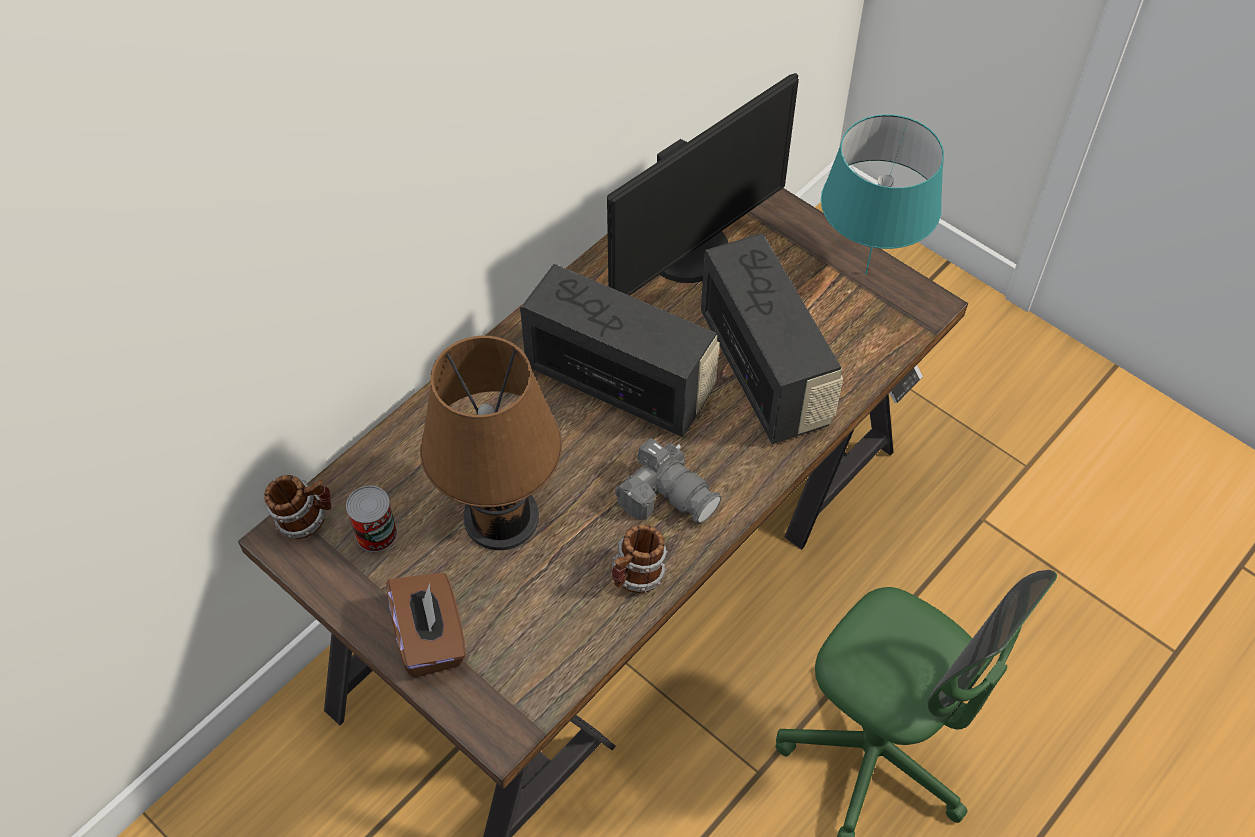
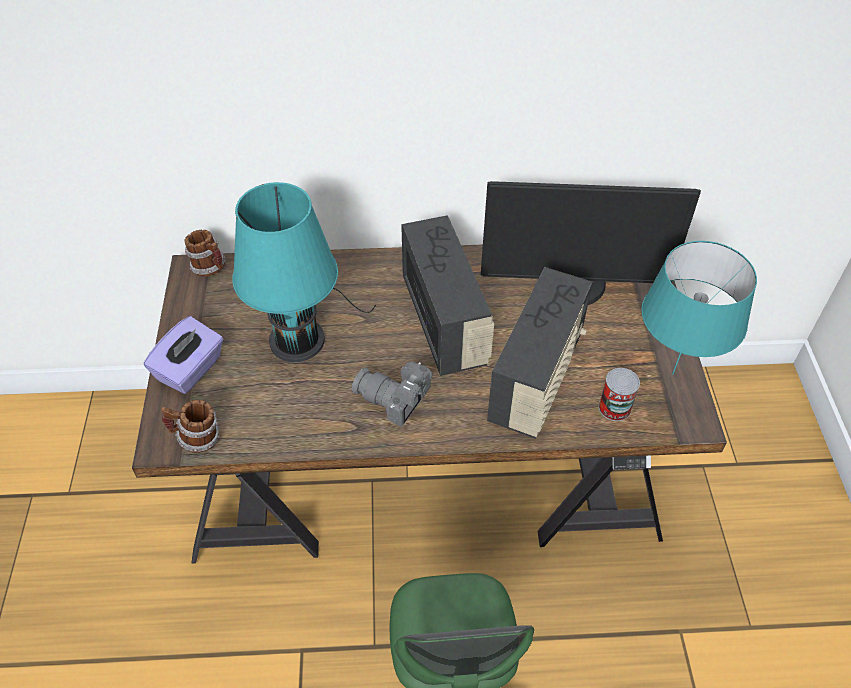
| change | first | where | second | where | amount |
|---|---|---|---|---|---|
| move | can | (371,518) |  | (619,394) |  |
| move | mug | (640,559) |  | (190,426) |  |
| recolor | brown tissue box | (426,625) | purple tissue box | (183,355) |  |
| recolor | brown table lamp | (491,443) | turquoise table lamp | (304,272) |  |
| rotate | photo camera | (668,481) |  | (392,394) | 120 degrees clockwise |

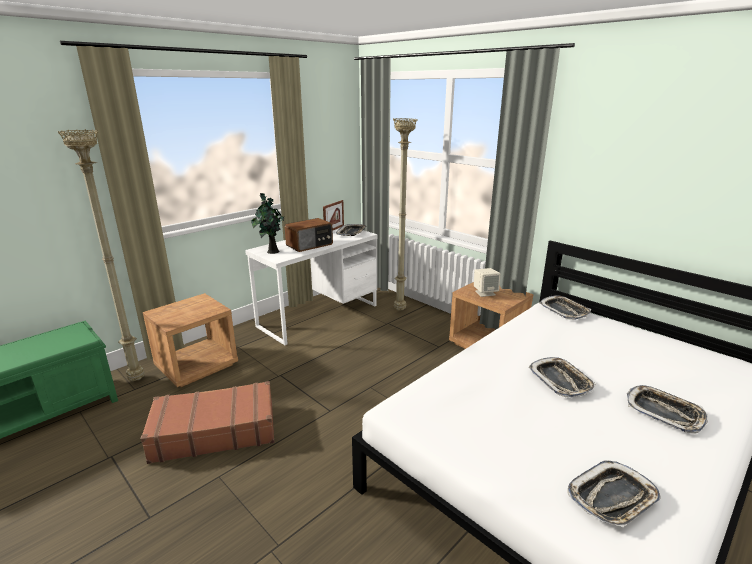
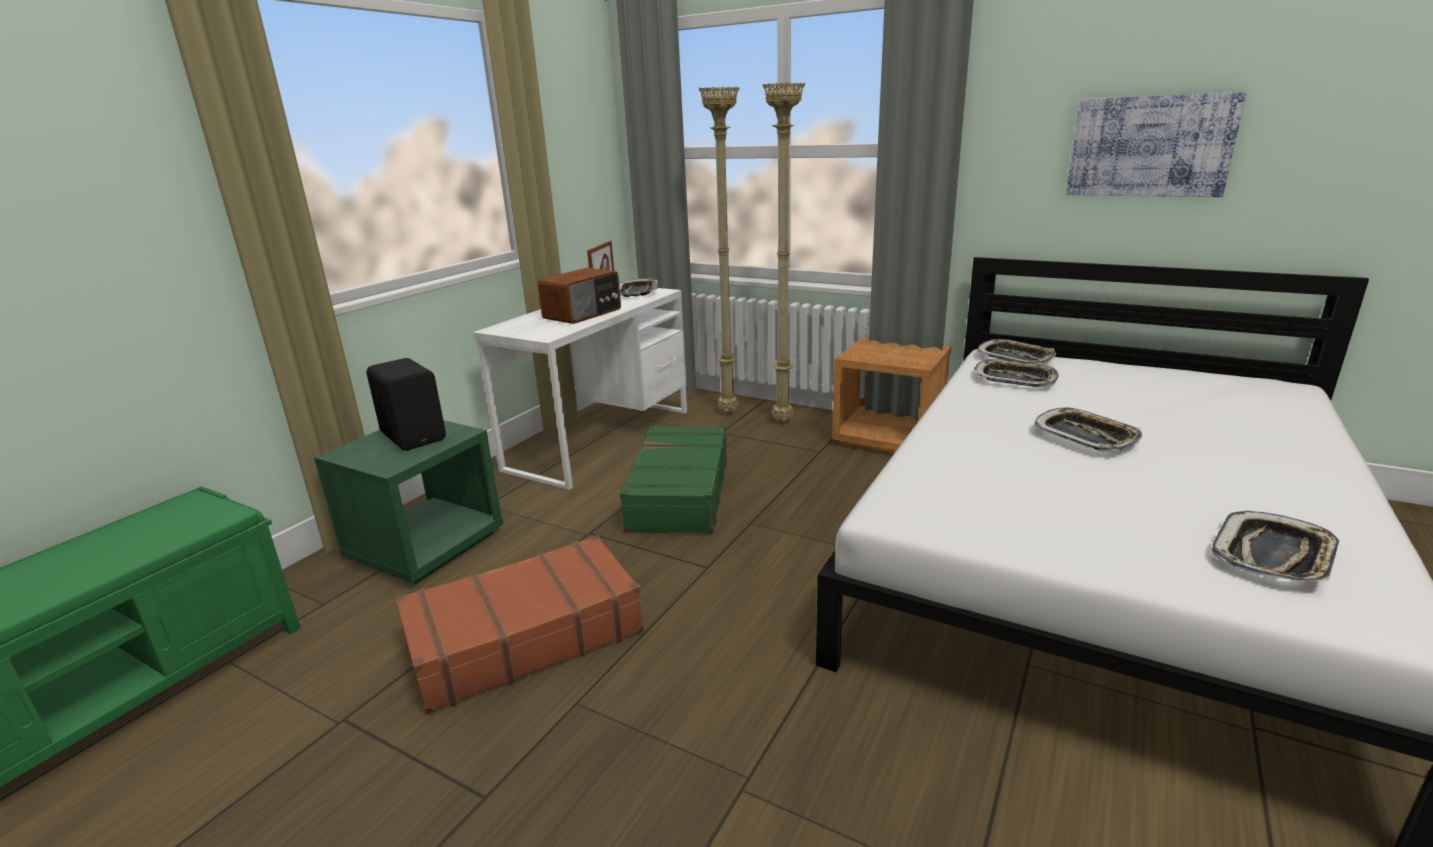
| change | first | where | second | where | amount |
|---|---|---|---|---|---|
| delete | potted plant | (267,223) |  |  |  |
| delete | beige speaker | (487,282) |  |  |  |
| insert |  |  | black speaker | (406,404) |  |
| insert |  |  | green suitcase | (672,480) |  |
| insert |  |  | picture | (1156,144) |  |
| move | beige floor lamp | (101,255) |  | (784,252) |  |
| move | tray | (667,409) |  | (1016,373) |  |
| recolor | brown nightstand | (190,340) | green nightstand | (408,502) |  |

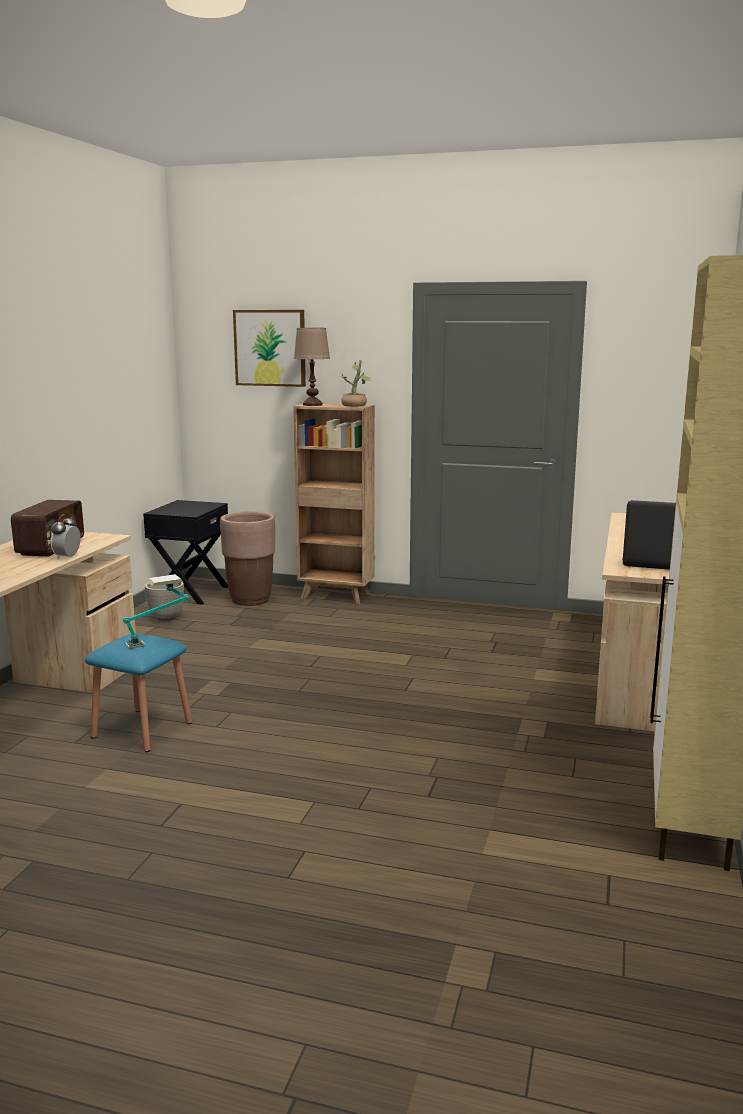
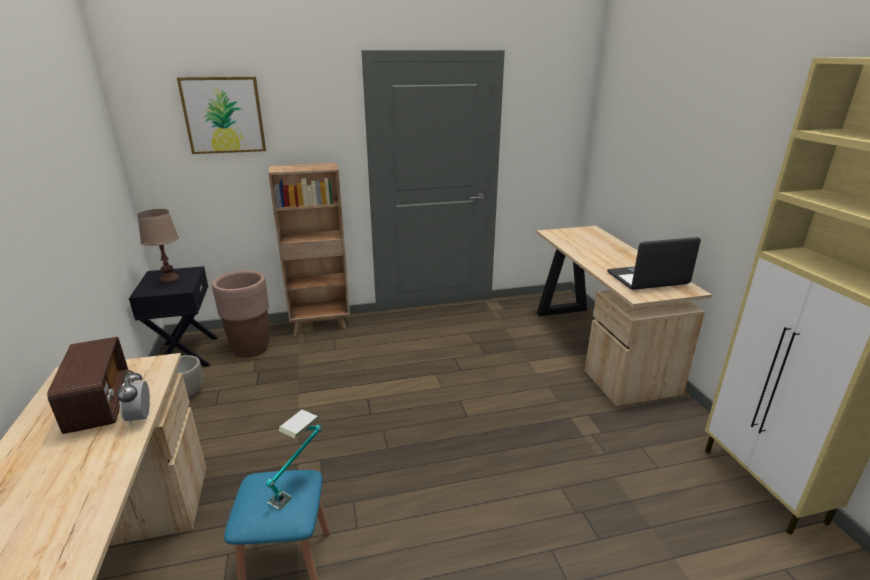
| change | first | where | second | where | amount |
|---|---|---|---|---|---|
| delete | potted plant | (356,383) |  |  |  |
| move | brown table lamp | (312,367) |  | (158,246) |  |

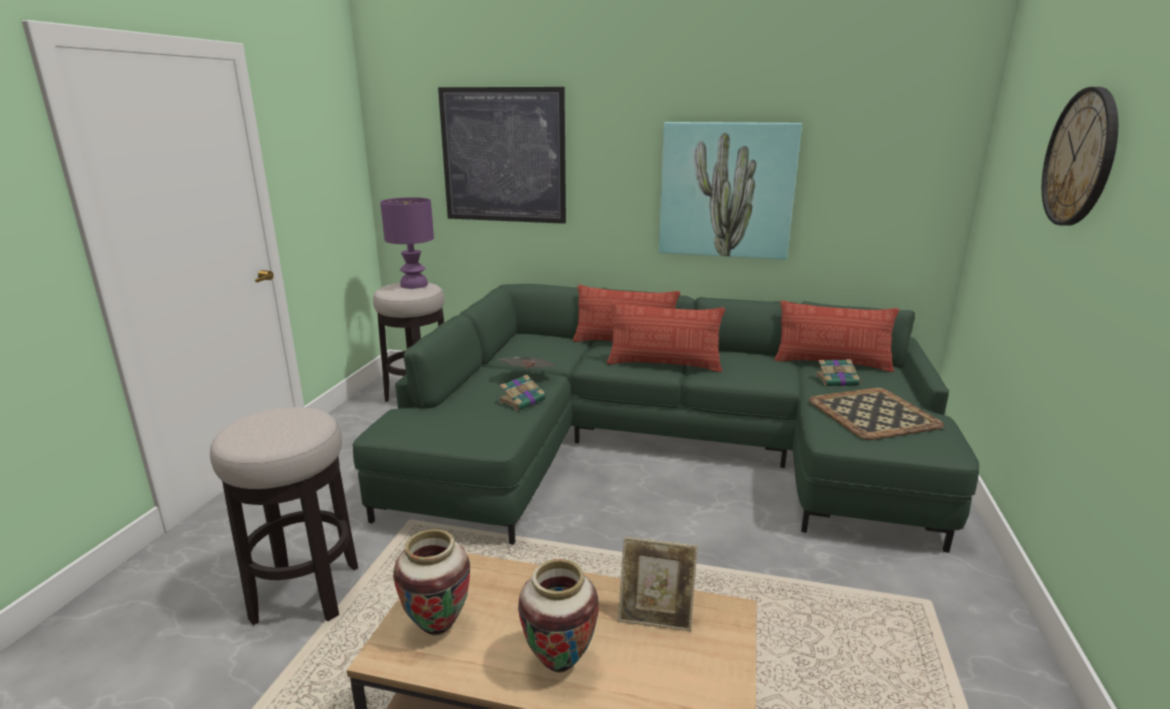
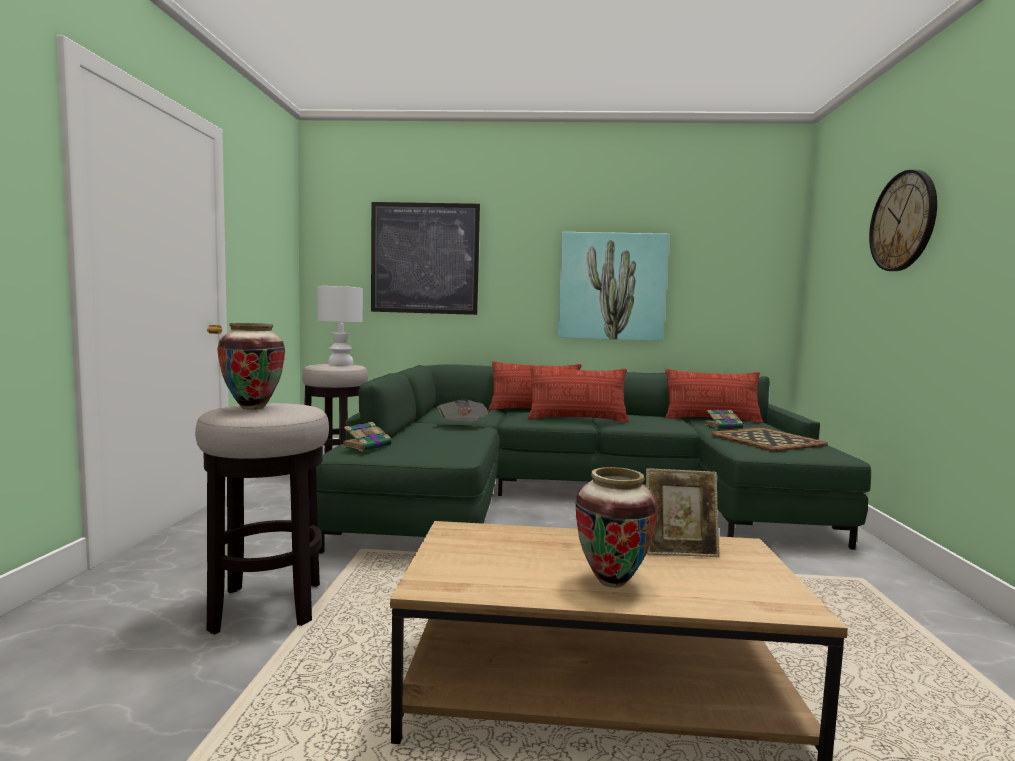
| change | first | where | second | where | amount |
|---|---|---|---|---|---|
| move | vase | (431,582) |  | (251,366) |  |
| move | book | (523,393) |  | (367,437) |  |
| recolor | purple table lamp | (407,243) | white table lamp | (340,325) |  |

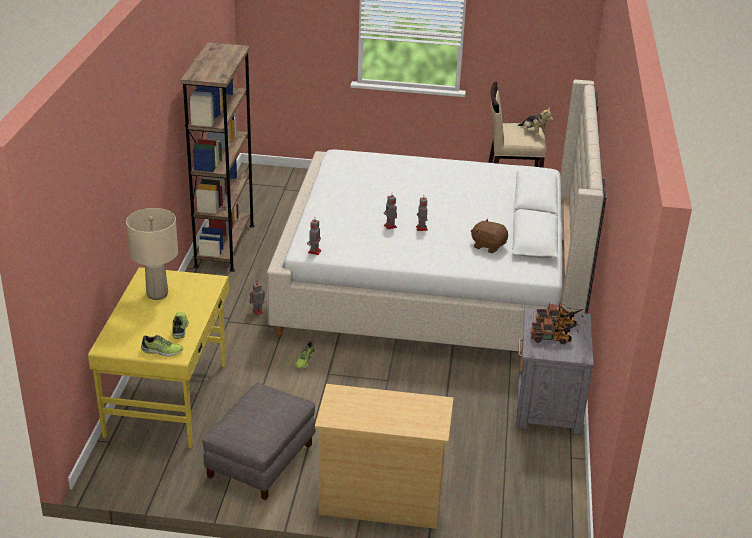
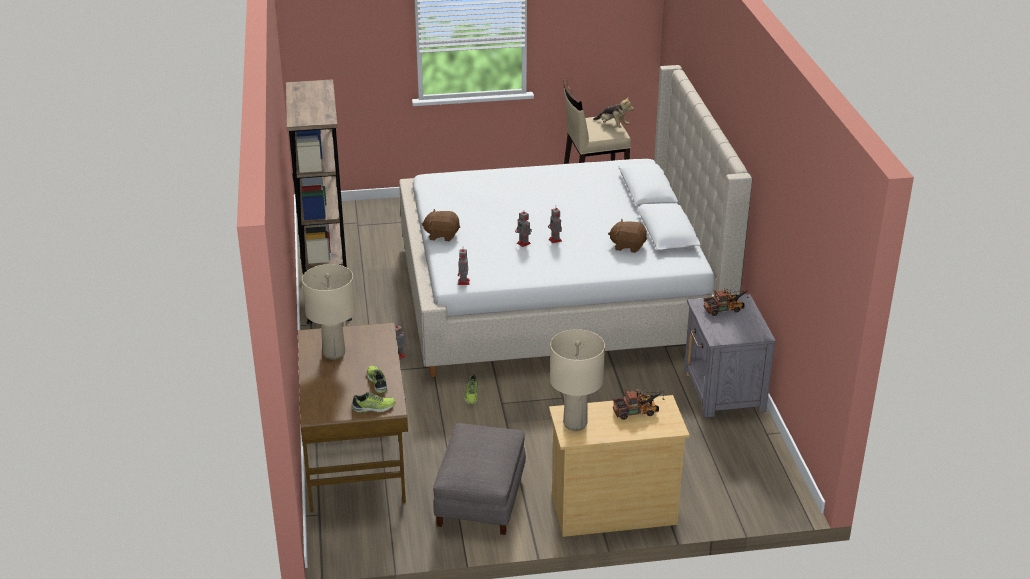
| change | first | where | second | where | amount |
|---|---|---|---|---|---|
| insert |  |  | brown plush toy | (440,225) |  |
| insert |  |  | beige table lamp | (577,380) |  |
| move | toy truck | (554,330) |  | (639,404) |  |
| recolor | yellow desk | (158,357) | brown desk | (353,417) |  |

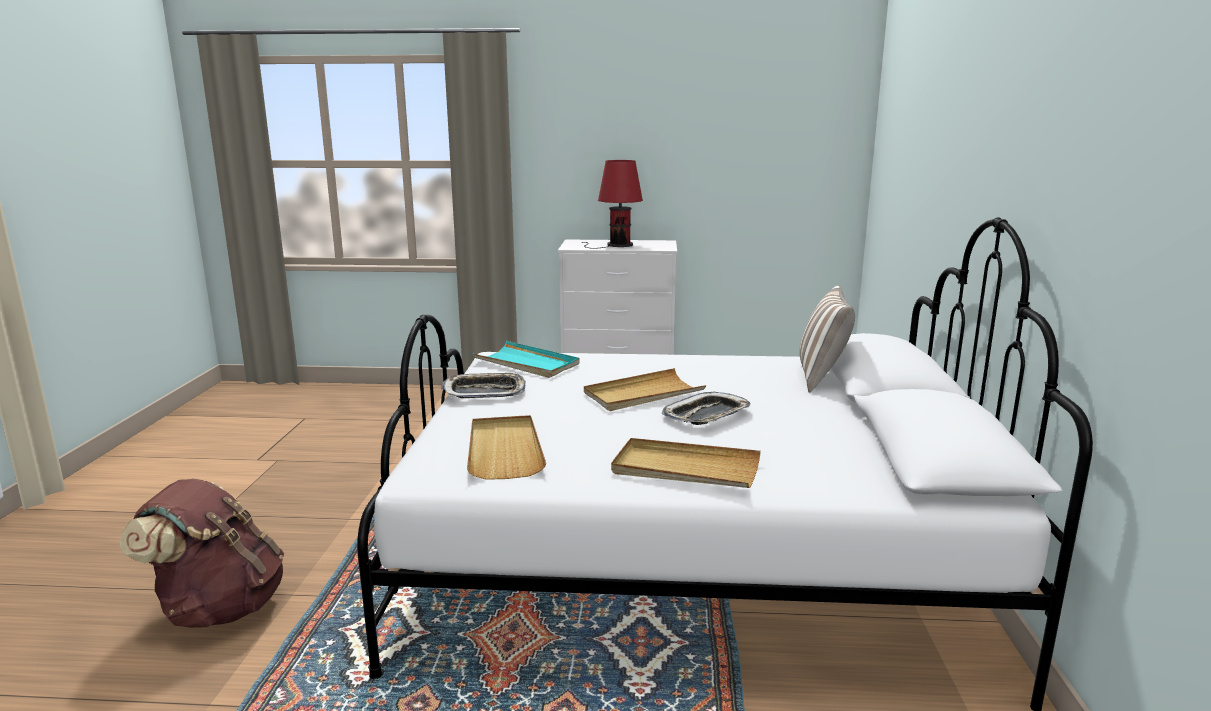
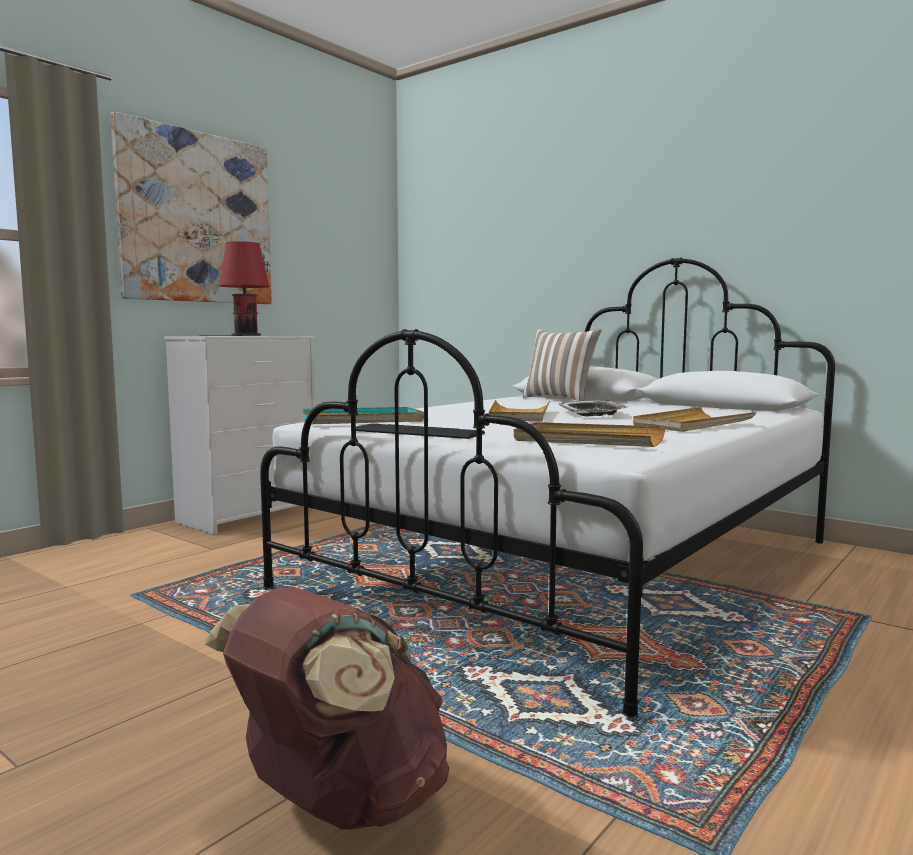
| change | first | where | second | where | amount |
|---|---|---|---|---|---|
| insert |  |  | picture | (191,208) |  |
| replace | tray | (483,385) | keyboard | (420,431) |  |

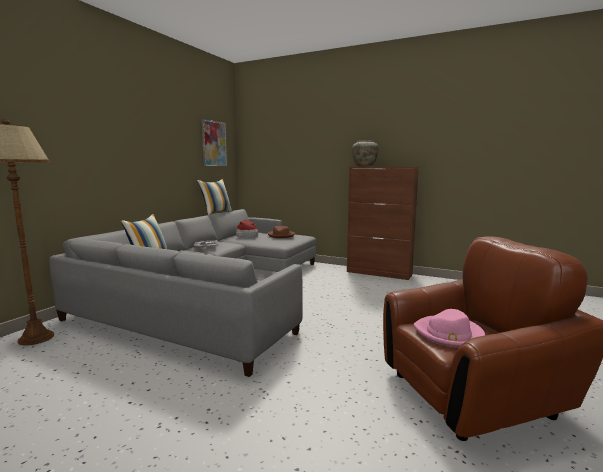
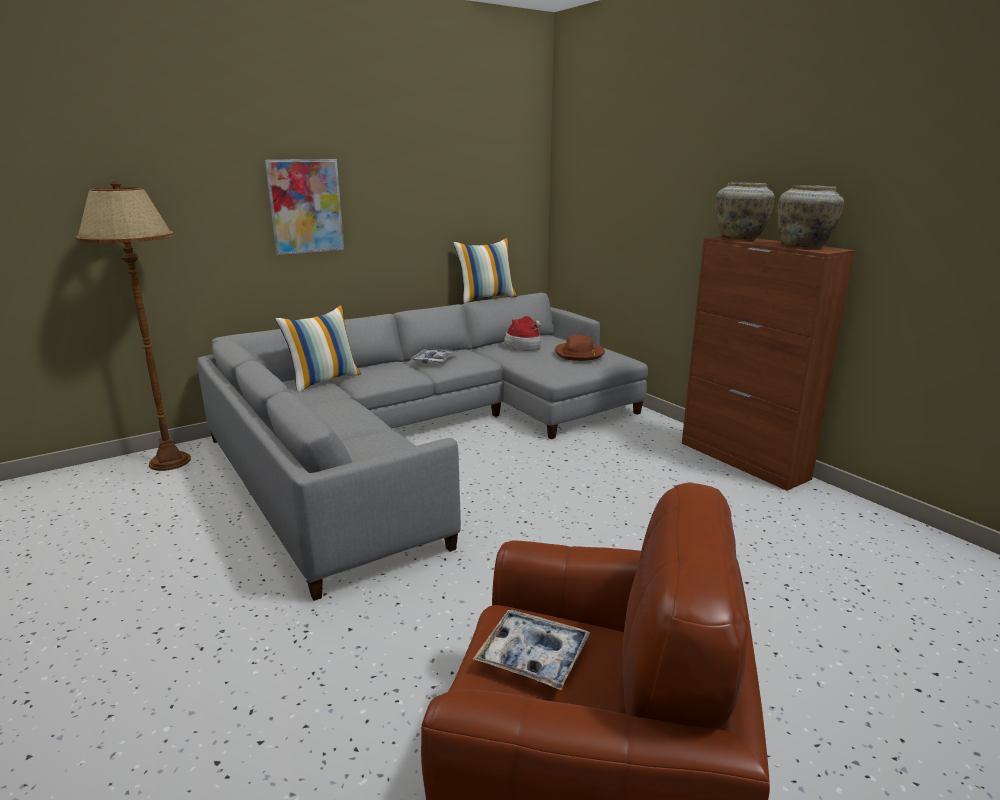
| change | first | where | second | where | amount |
|---|---|---|---|---|---|
| insert |  |  | beige vase | (810,216) |  |
| move | picture | (214,142) |  | (304,207) |  |
| replace | pink hat | (449,328) | tray | (532,650) |  |

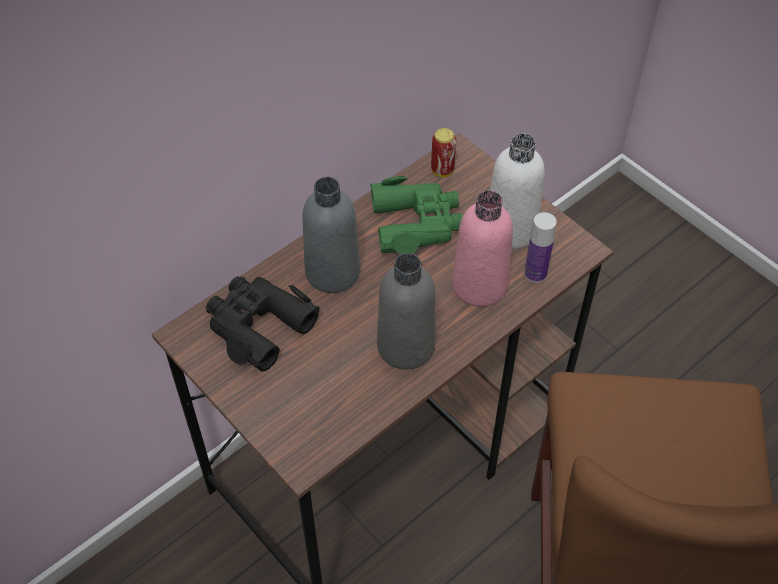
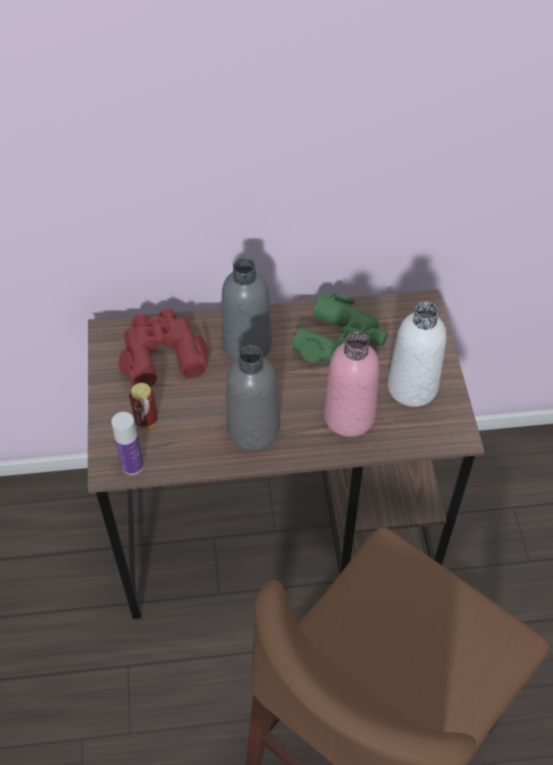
| change | first | where | second | where | amount |
|---|---|---|---|---|---|
| move | can | (443,152) |  | (143,406) |  |
| move | bottle | (540,247) |  | (127,443) |  |
| recolor | black binoculars | (262,324) | red binoculars | (164,348) |  |

